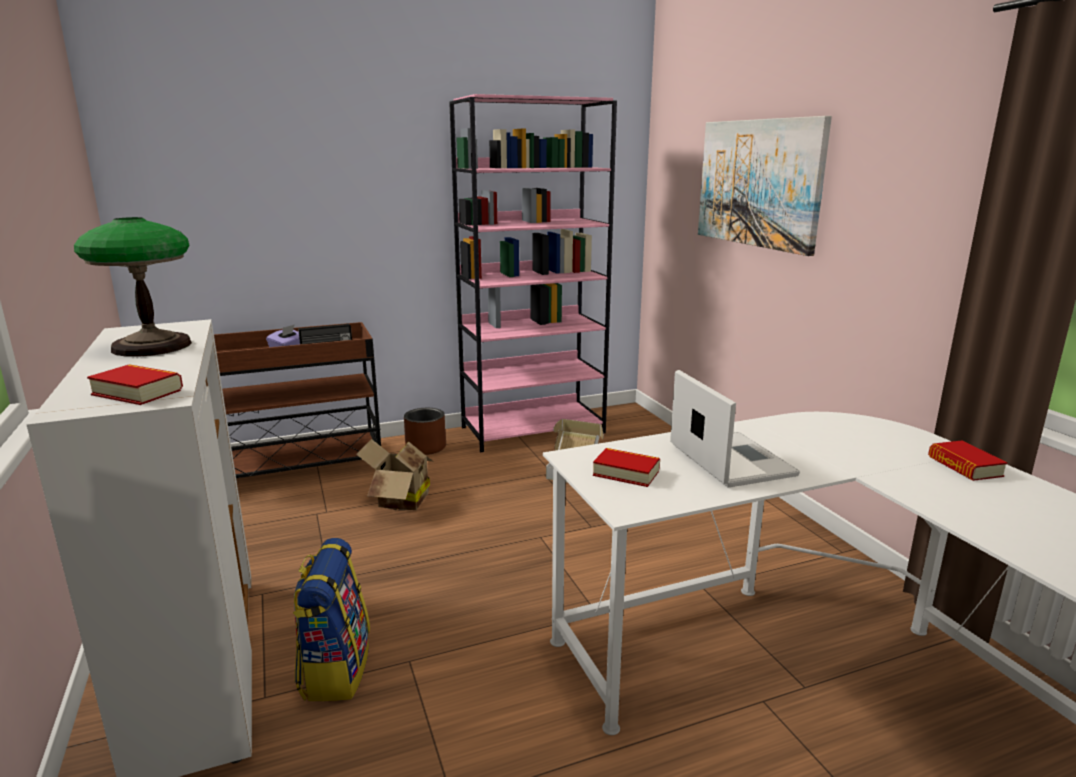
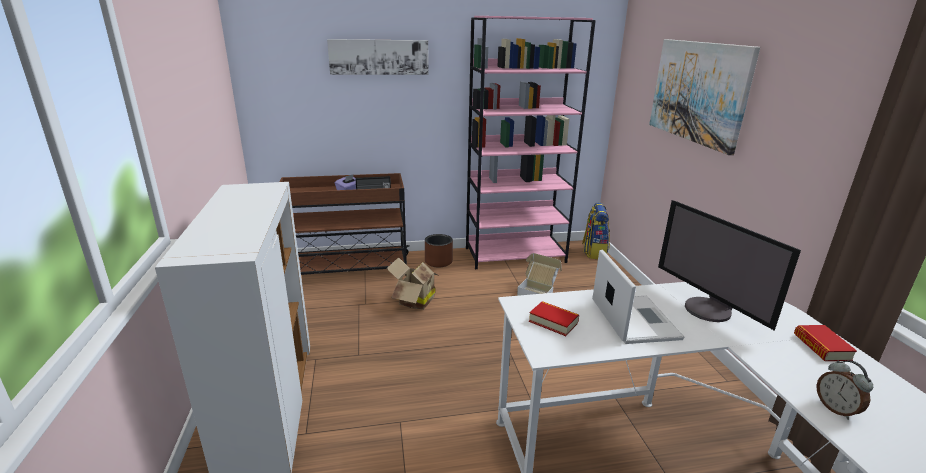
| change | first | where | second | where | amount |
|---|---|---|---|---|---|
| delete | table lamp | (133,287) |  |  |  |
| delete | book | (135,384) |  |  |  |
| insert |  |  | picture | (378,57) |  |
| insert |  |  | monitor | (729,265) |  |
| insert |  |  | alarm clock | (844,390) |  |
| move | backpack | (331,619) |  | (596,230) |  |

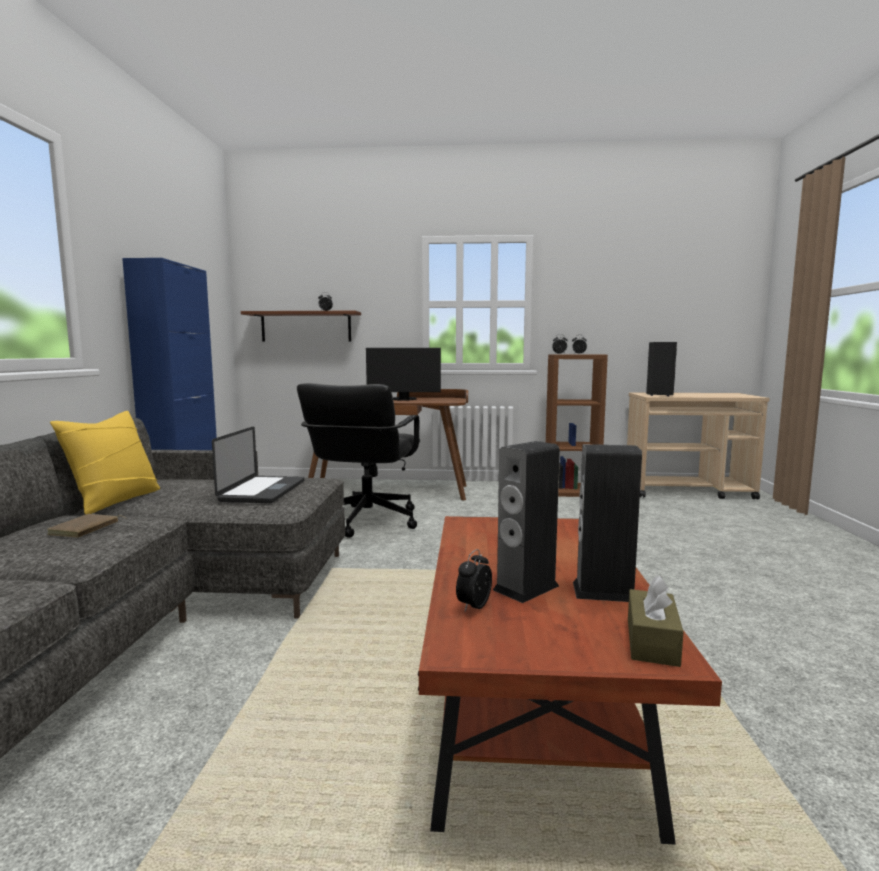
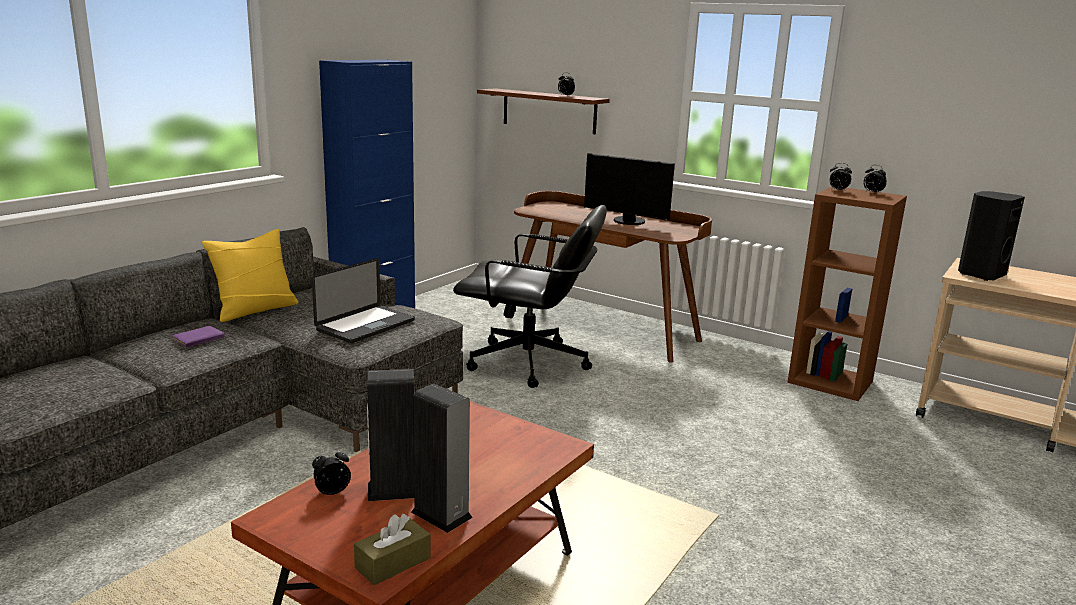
| change | first | where | second | where | amount |
|---|---|---|---|---|---|
| recolor | brown book | (87,526) | purple book | (200,337) |  |
| rotate | black office chair | (358,460) |  | (530,296) | 120 degrees counterclockwise |

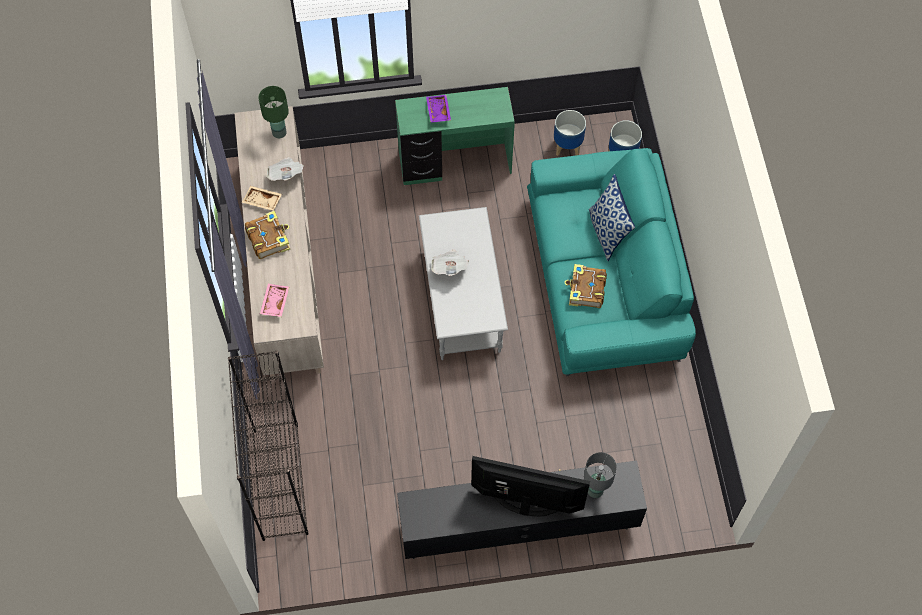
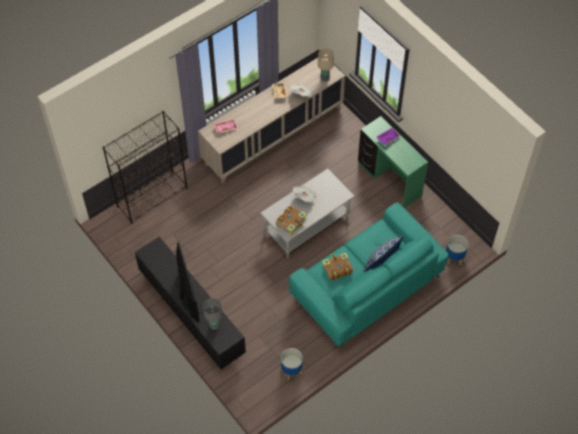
| change | first | where | second | where | amount |
|---|---|---|---|---|---|
| move | book | (267,235) |  | (291,220) |  |
| move | planter | (570,133) |  | (292,364) |  |
| recolor | green table lamp | (273,112) | beige table lamp | (326,65) |  |

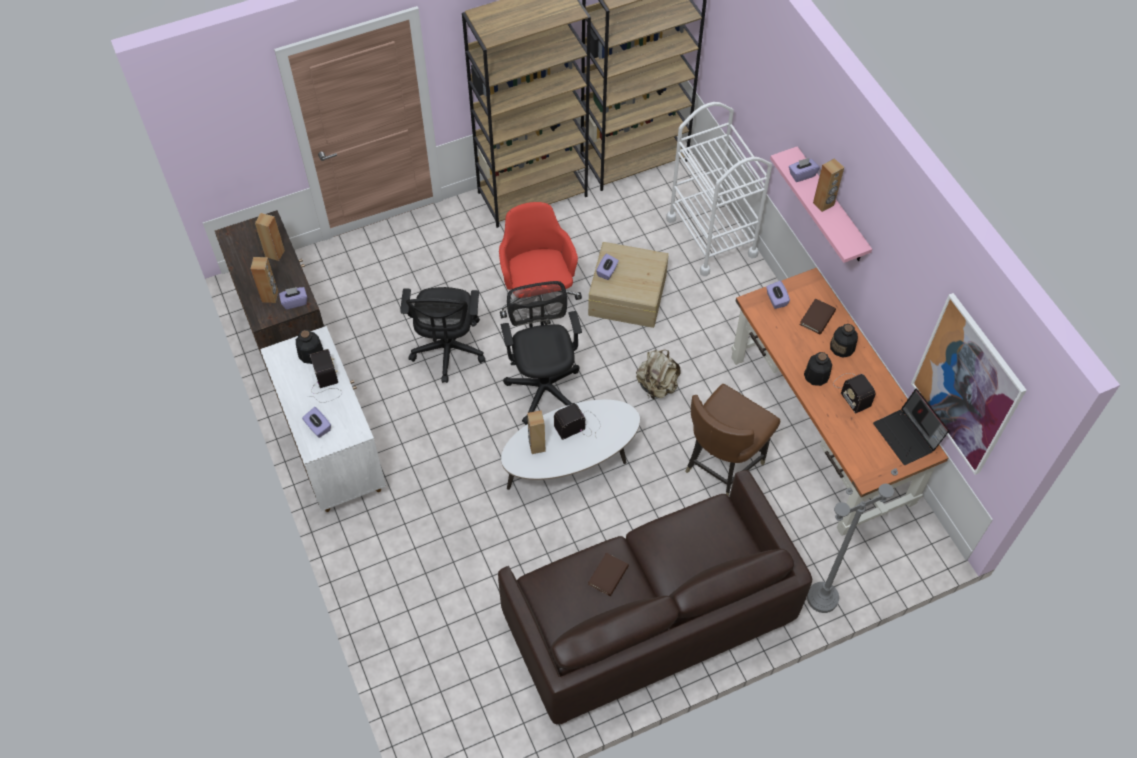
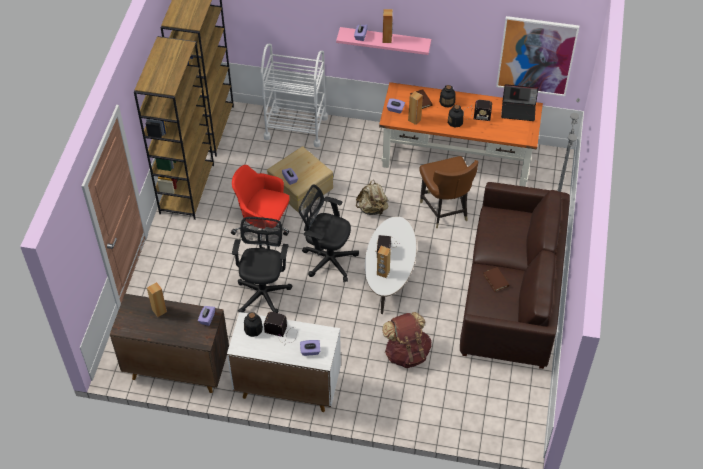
| change | first | where | second | where | amount |
|---|---|---|---|---|---|
| insert |  |  | brown backpack | (406,340) |  |
| move | brown speaker | (264,280) |  | (415,108) |  |
| rotate | black office chair | (442,335) |  | (262,265) | 120 degrees counterclockwise |

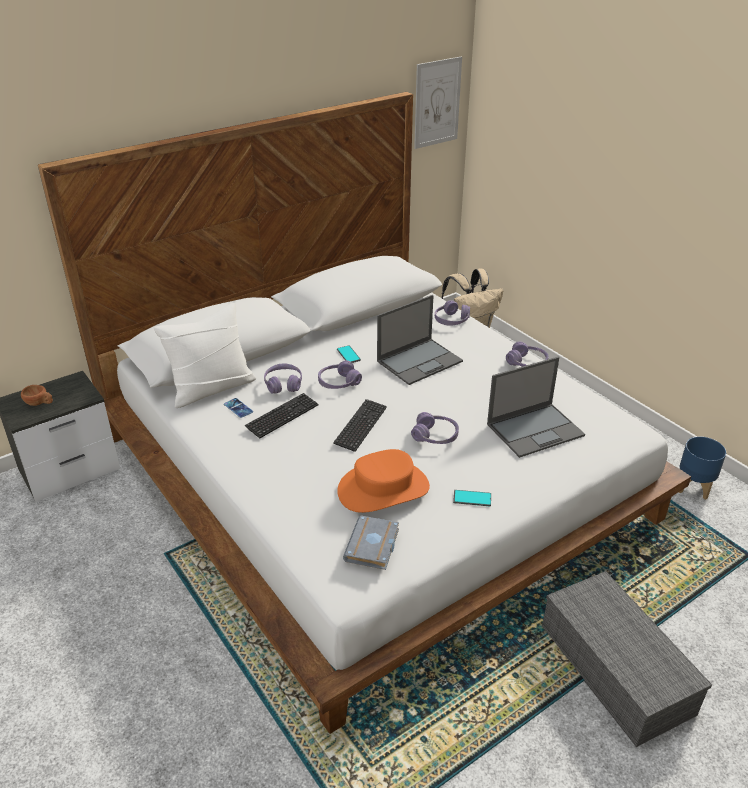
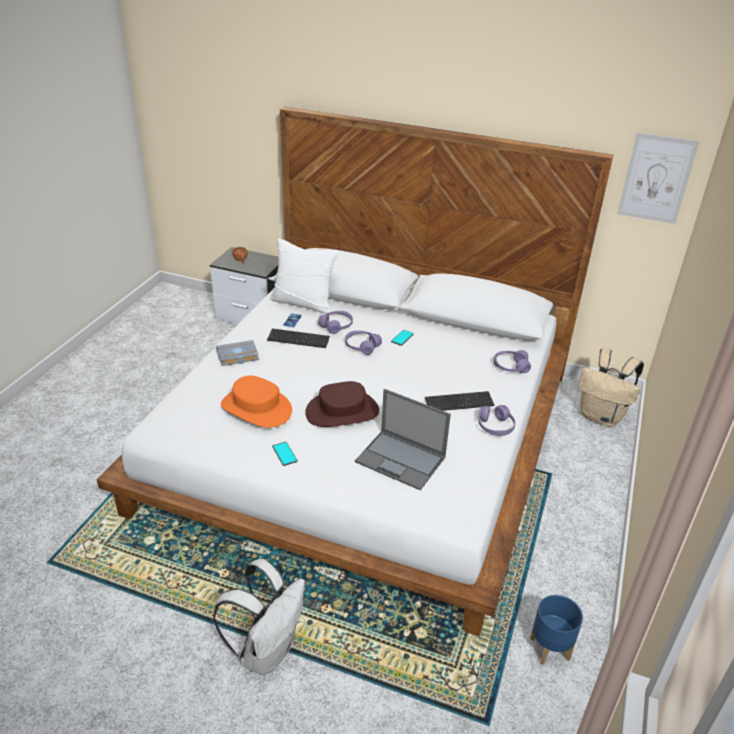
| change | first | where | second | where | amount |
|---|---|---|---|---|---|
| delete | laptop | (420,340) |  |  |  |
| move | keyboard | (360,425) |  | (459,401) |  |
| move | grey book | (371,542) |  | (237,353) |  |
| replace | purple headphones | (435,428) | brown hat | (342,404) |  |
| replace | grey storage box | (627,659) | white backpack | (259,617) |  |

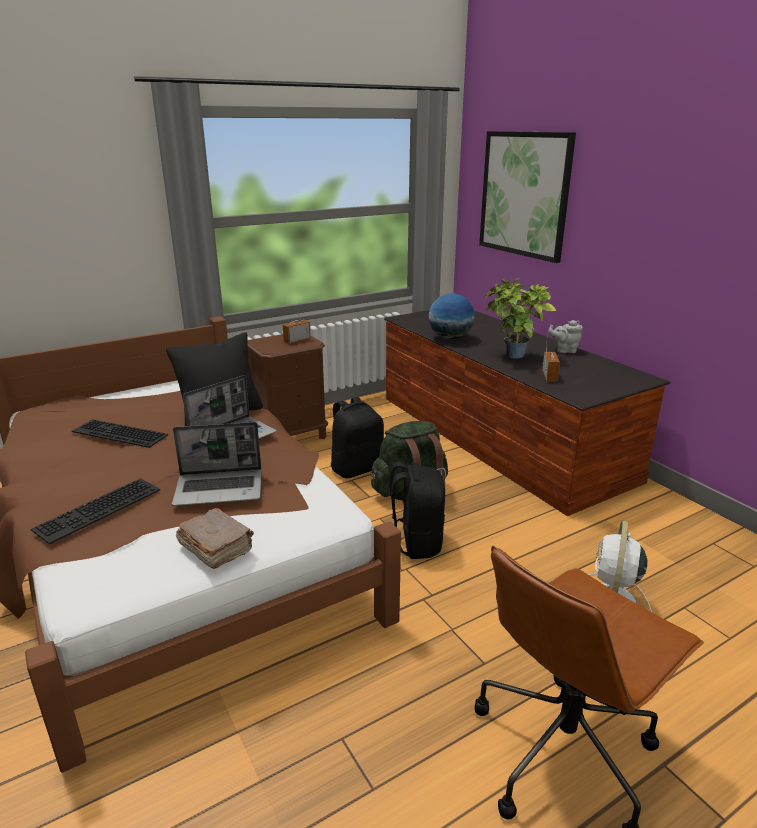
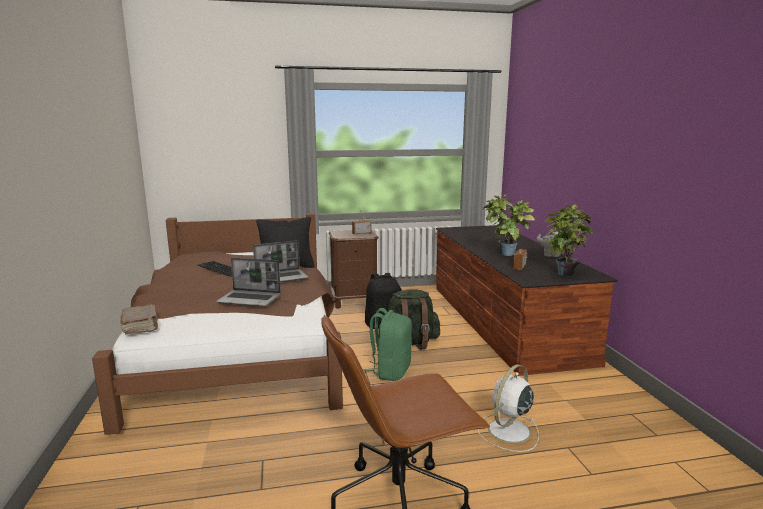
| change | first | where | second | where | amount |
|---|---|---|---|---|---|
| delete | keyboard | (95,511) |  |  |  |
| delete | globe | (451,316) |  |  |  |
| delete | picture | (527,197) |  |  |  |
| insert |  |  | potted plant | (569,239) |  |
| move | brown book | (215,538) |  | (139,319) |  |
| recolor | black backpack | (417,510) | green backpack | (387,344) |  |

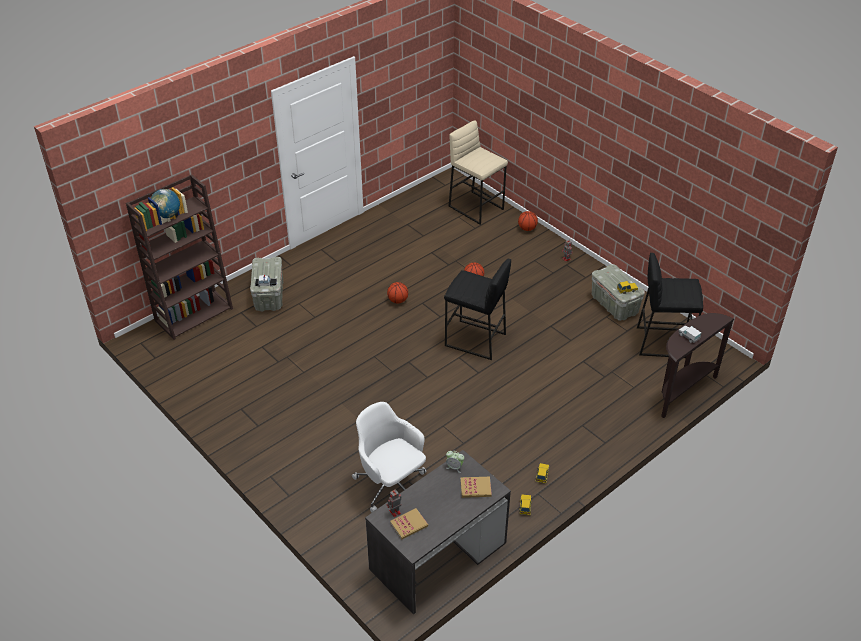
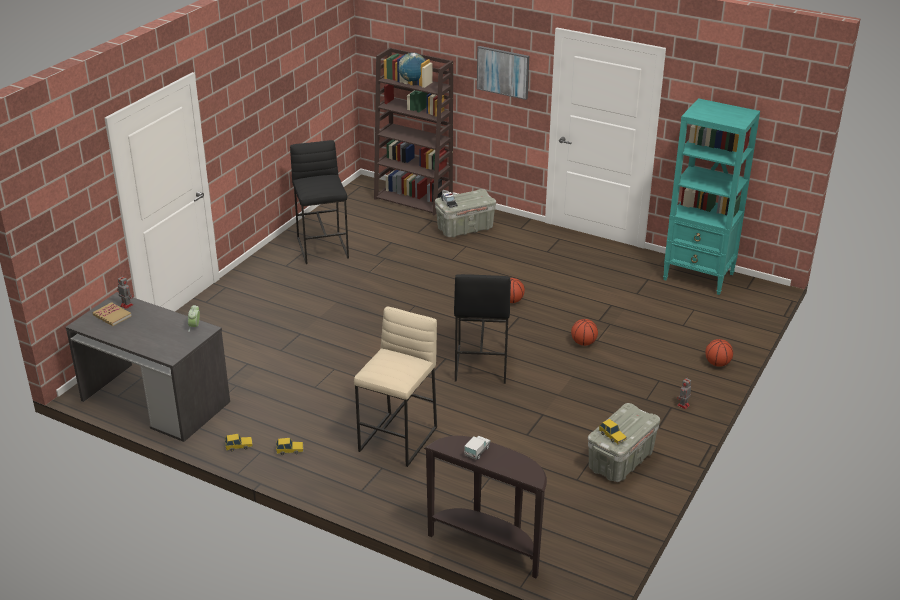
| change | first | where | second | where | amount |
|---|---|---|---|---|---|
| delete | white office chair | (389,457) |  |  |  |
| delete | book | (476,487) |  |  |  |
| insert |  |  | picture | (503,73) |  |
| insert |  |  | turquoise bookcase | (711,196) |  |
| move | beige stool | (478,172) |  | (395,387) |  |
| move | black stool | (670,305) |  | (319,202) |  |

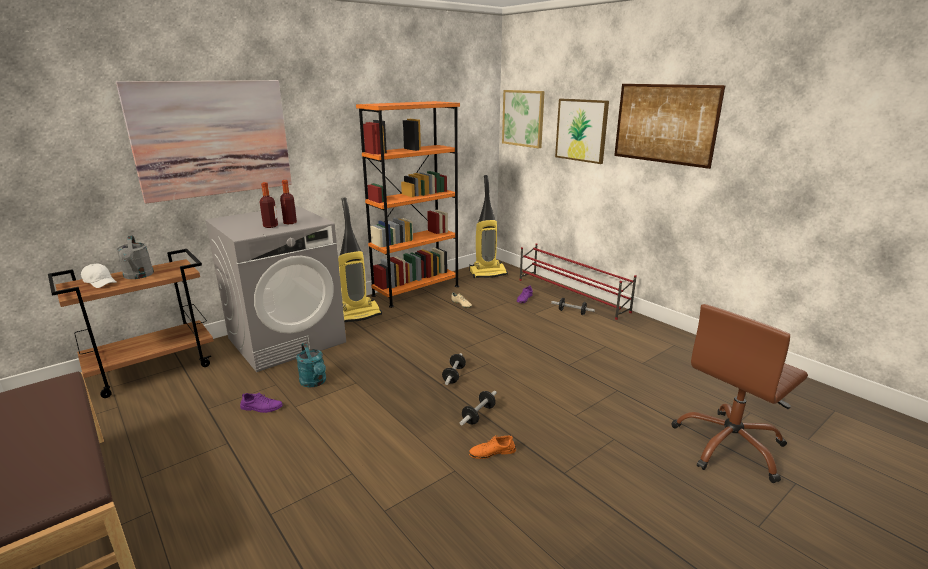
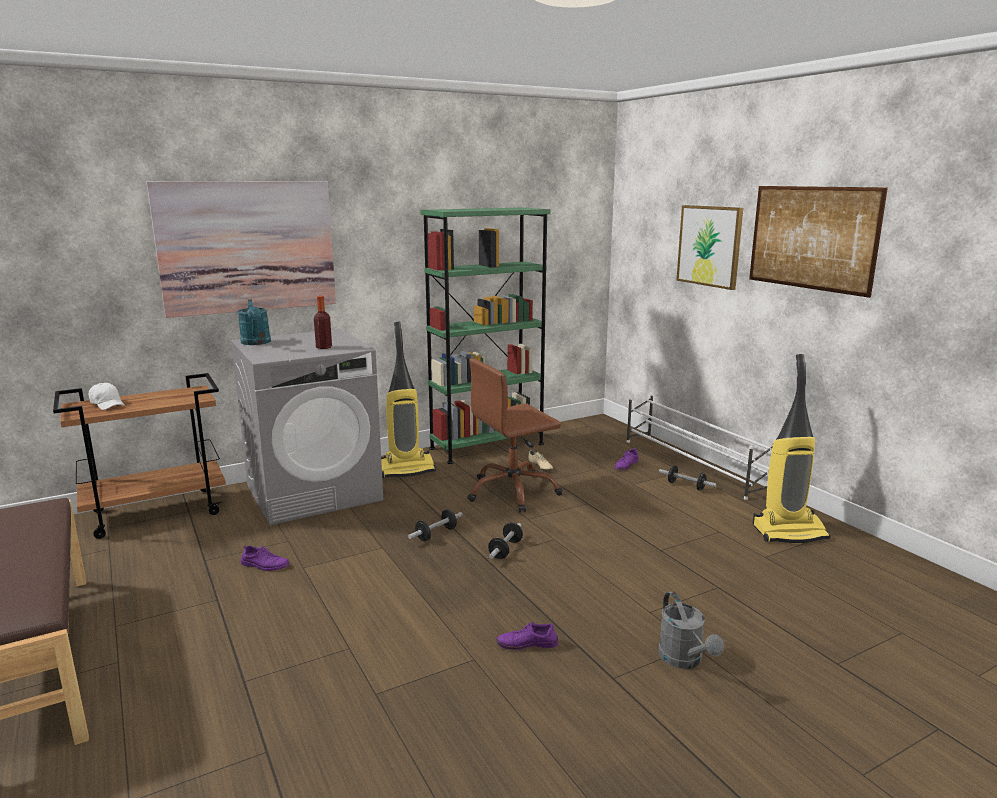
| change | first | where | second | where | amount |
|---|---|---|---|---|---|
| delete | bottle | (269,205) |  |  |  |
| delete | picture | (523,119) |  |  |  |
| move | grey watering can | (135,257) |  | (691,630) |  |
| move | turquoise watering can | (311,365) |  | (254,322) |  |
| move | dumbbell | (478,408) |  | (435,525) |  |
| move | vacuum cleaner | (489,226) |  | (791,448) |  |
| move | brown office chair | (739,393) |  | (515,435) |  |
| recolor | orange bookcase | (408,204) | green bookcase | (485,336) |  |
| recolor | orange shoe | (492,447) | purple shoe | (527,636) |  |
| recolor | red shoe rack | (578,281) | white shoe rack | (701,447) |  |

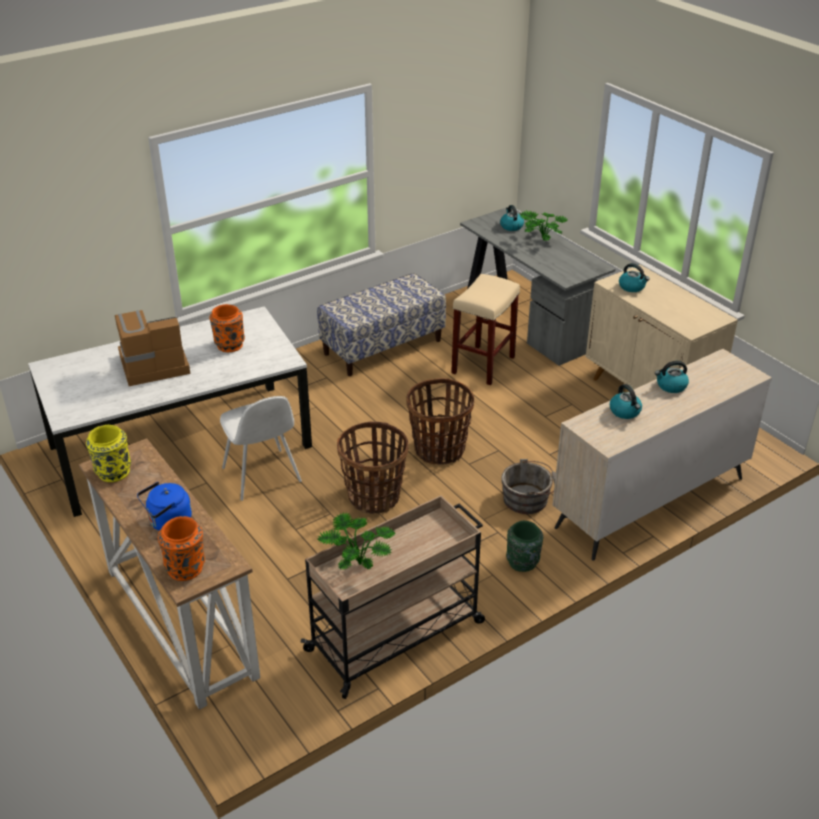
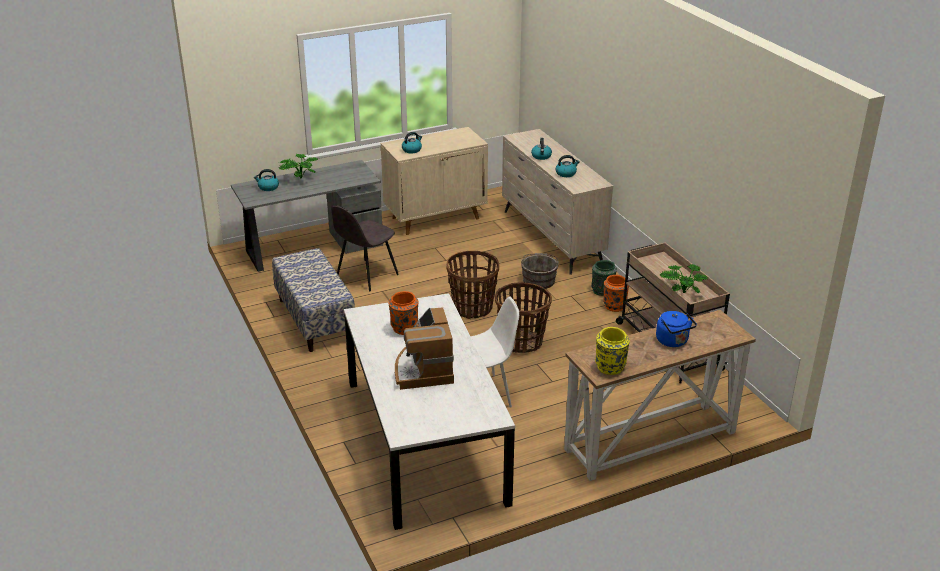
| change | first | where | second | where | amount |
|---|---|---|---|---|---|
| move | orange vase | (181,548) |  | (616,293) |  |
| replace | beige stool | (485,329) | grey chair | (365,248) |  |

